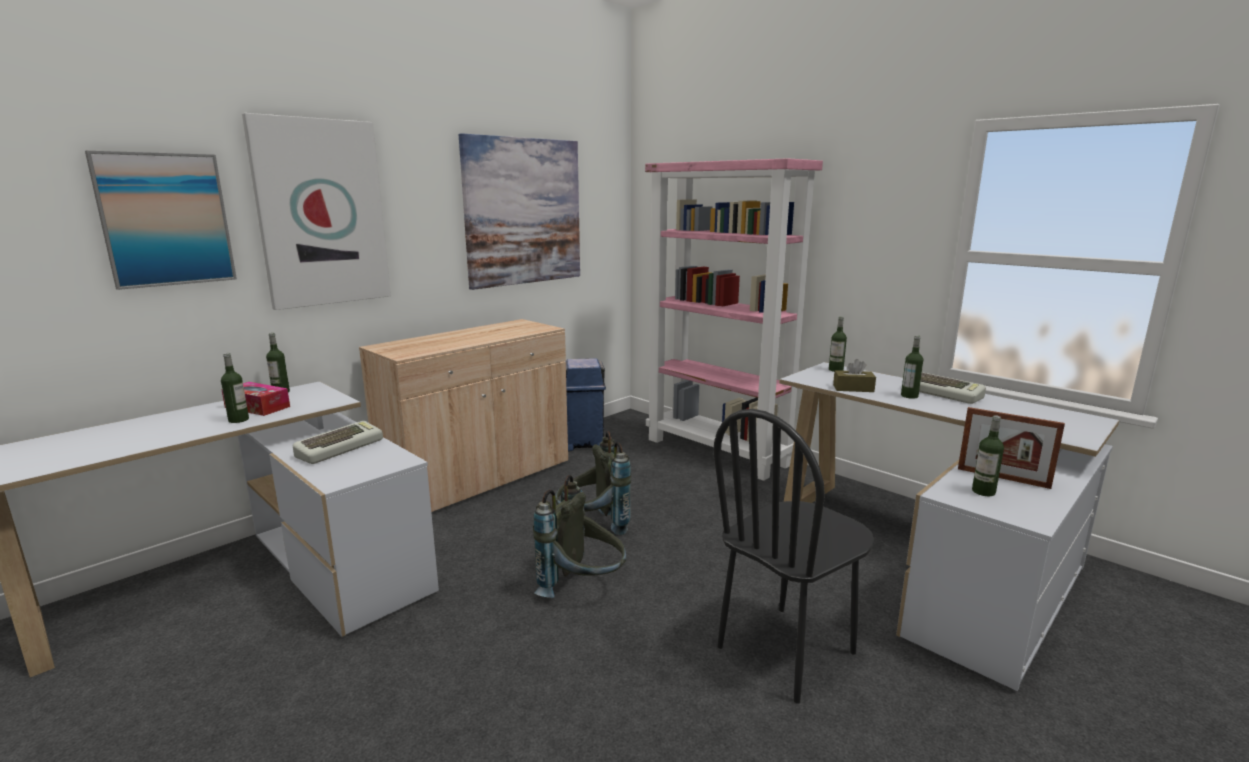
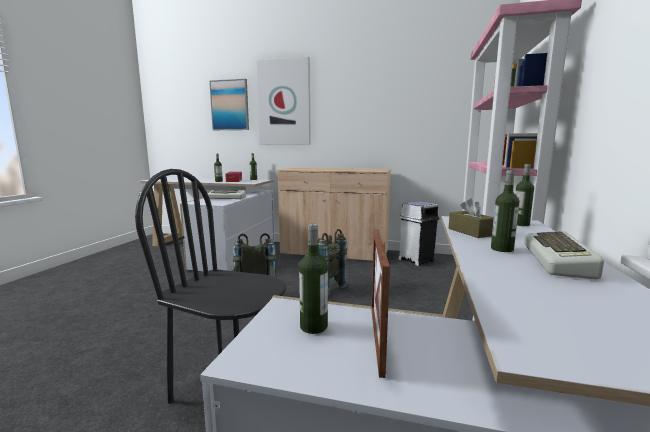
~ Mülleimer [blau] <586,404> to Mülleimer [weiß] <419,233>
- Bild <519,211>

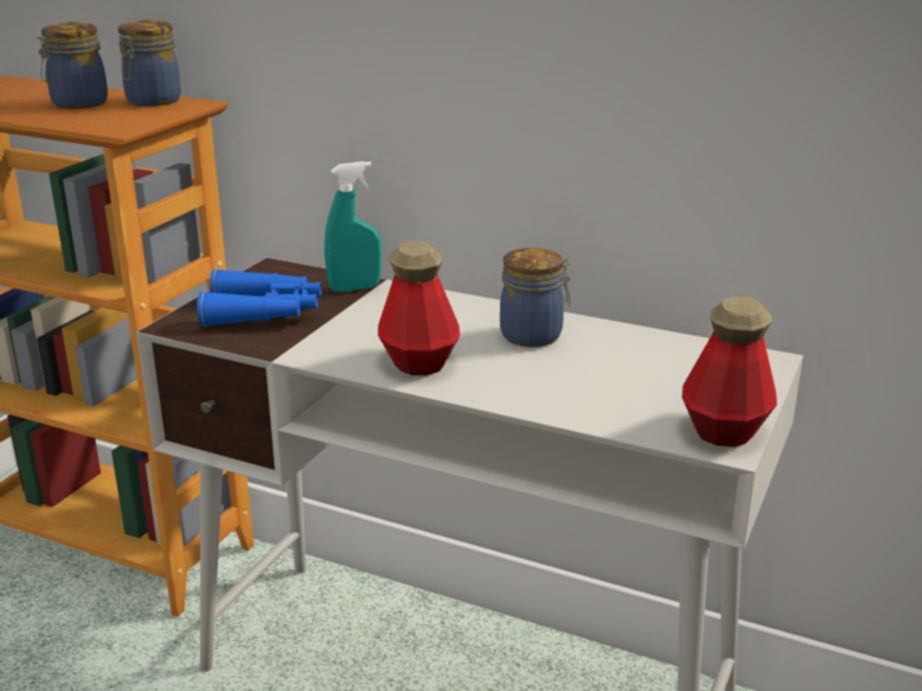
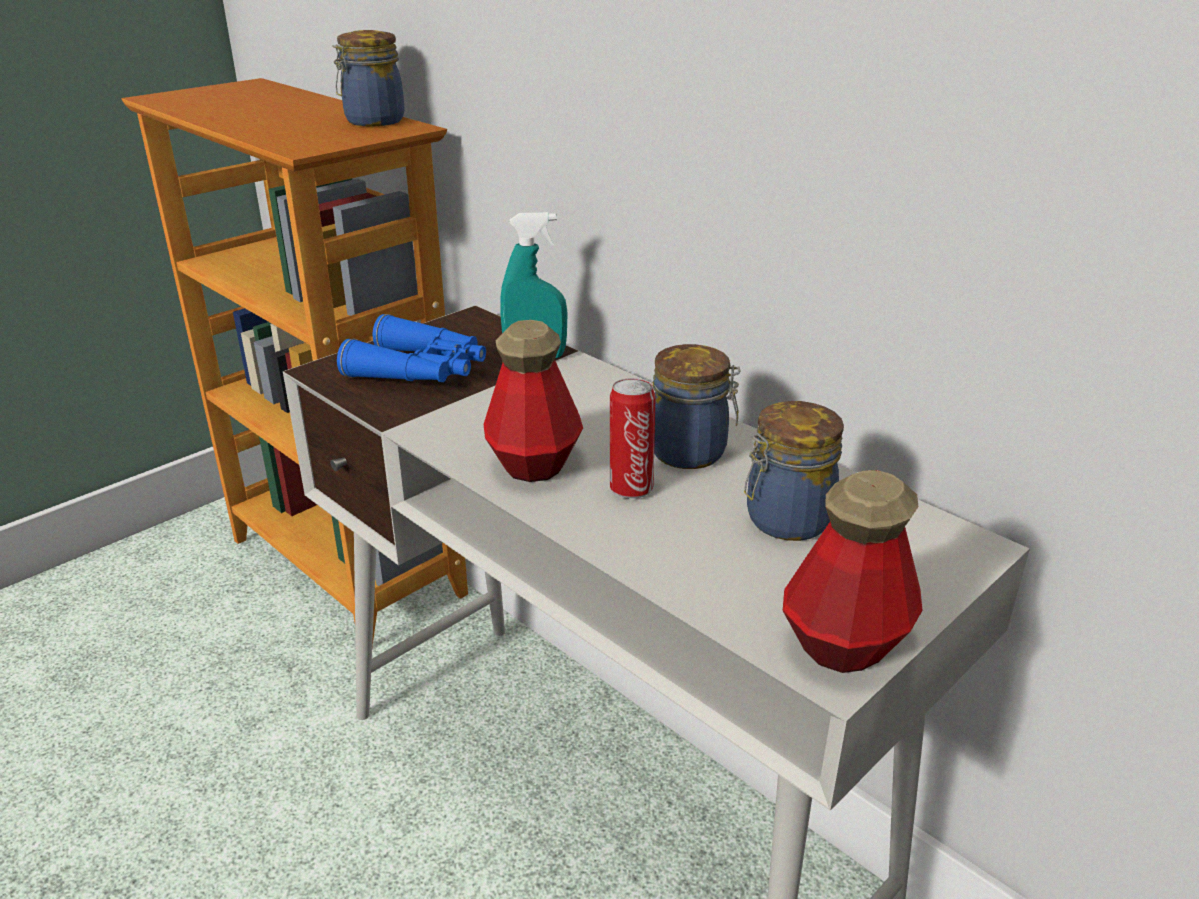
+ Dose <633,438>
~ Vorratsglas <72,65> to <794,471>

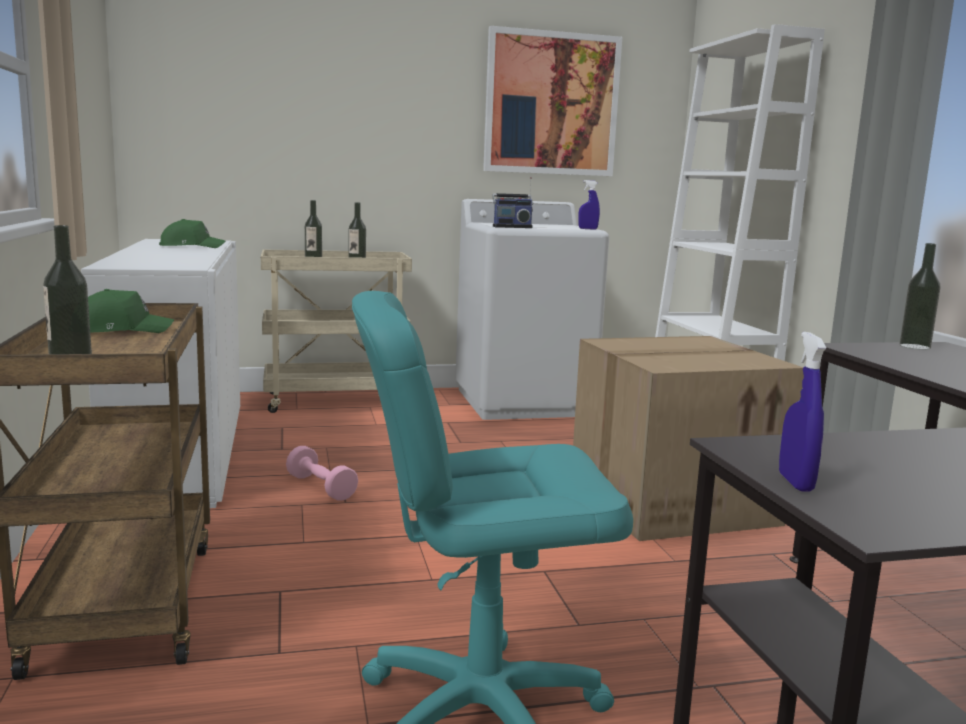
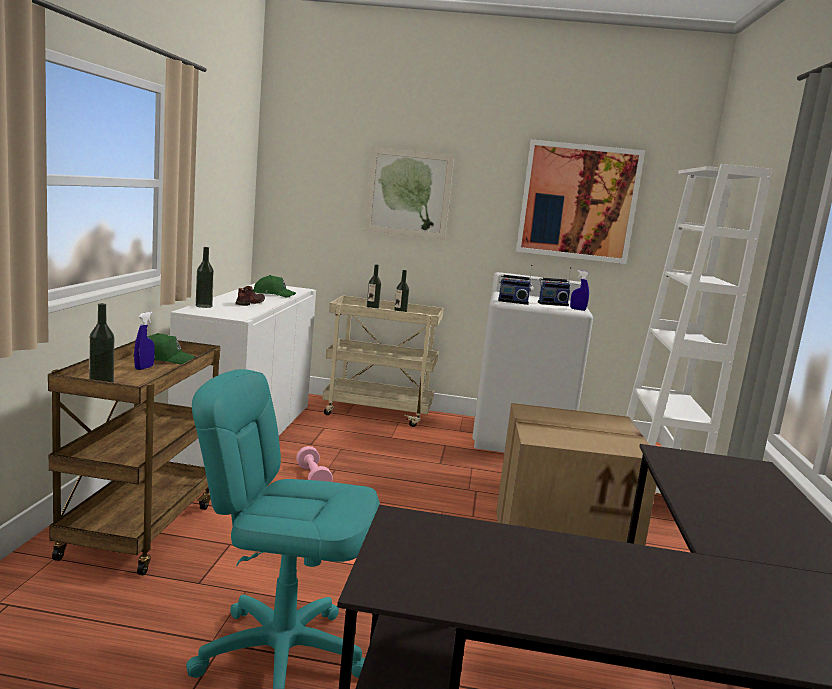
~ Sprühflasche [blau] <802,412> to <144,341>
~ Flasche <920,296> to <205,277>
+ Schuh [braun] <250,296>
+ Bild <409,193>
+ Radio <555,286>

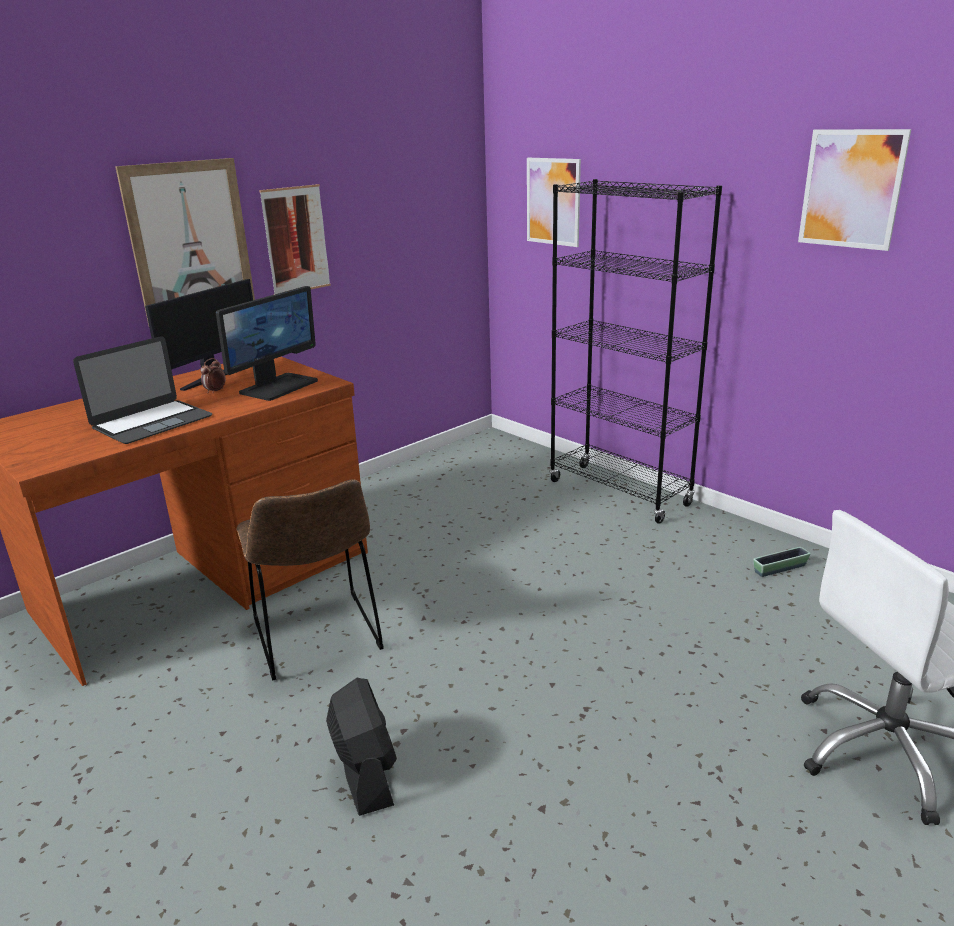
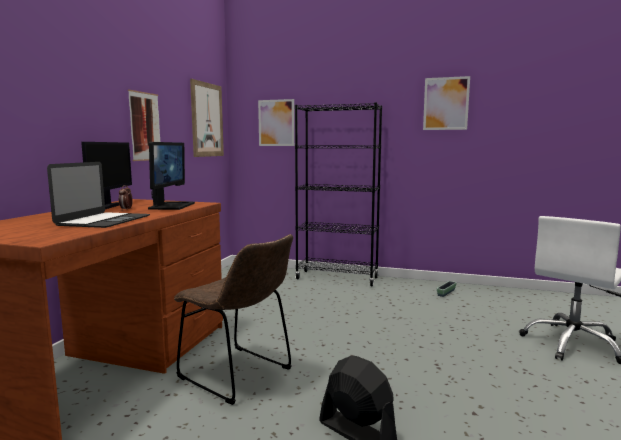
~ Bild <185,241> to <207,118>

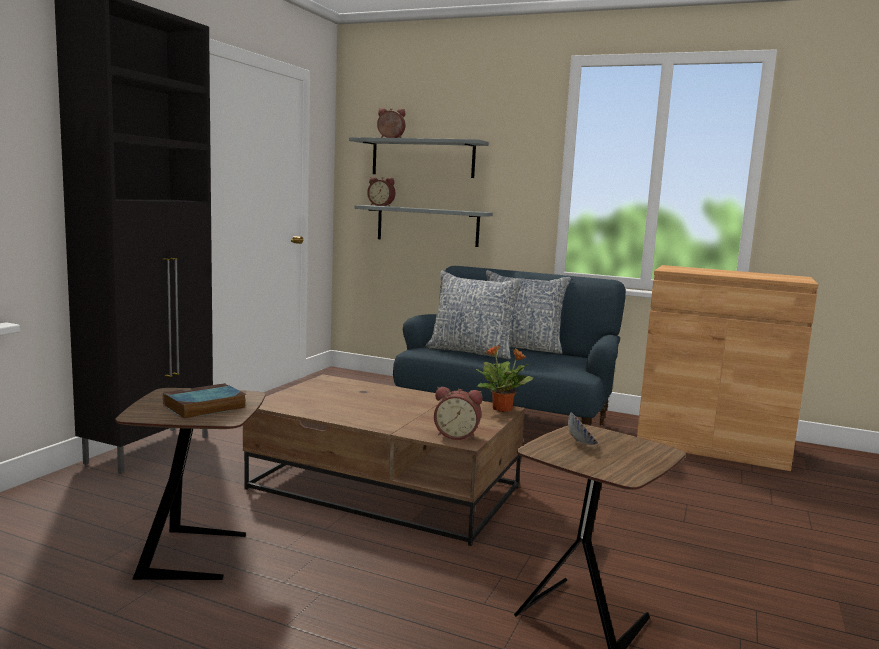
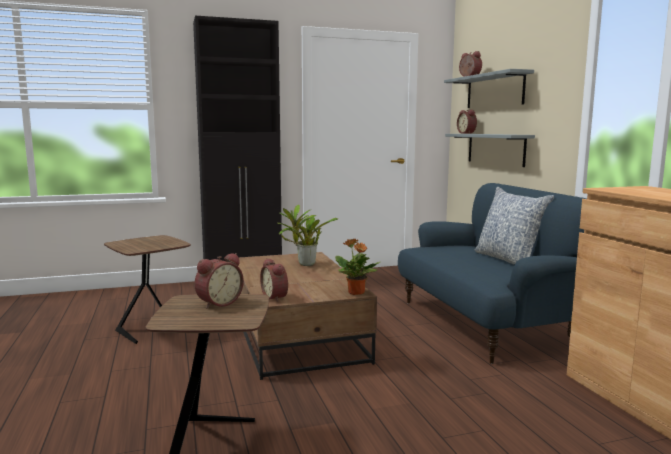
~ Schüssel <583,428> to Wecker <219,281>
+ Topfpflanze <308,235>
- Buch <205,401>
- Kissen <474,315>

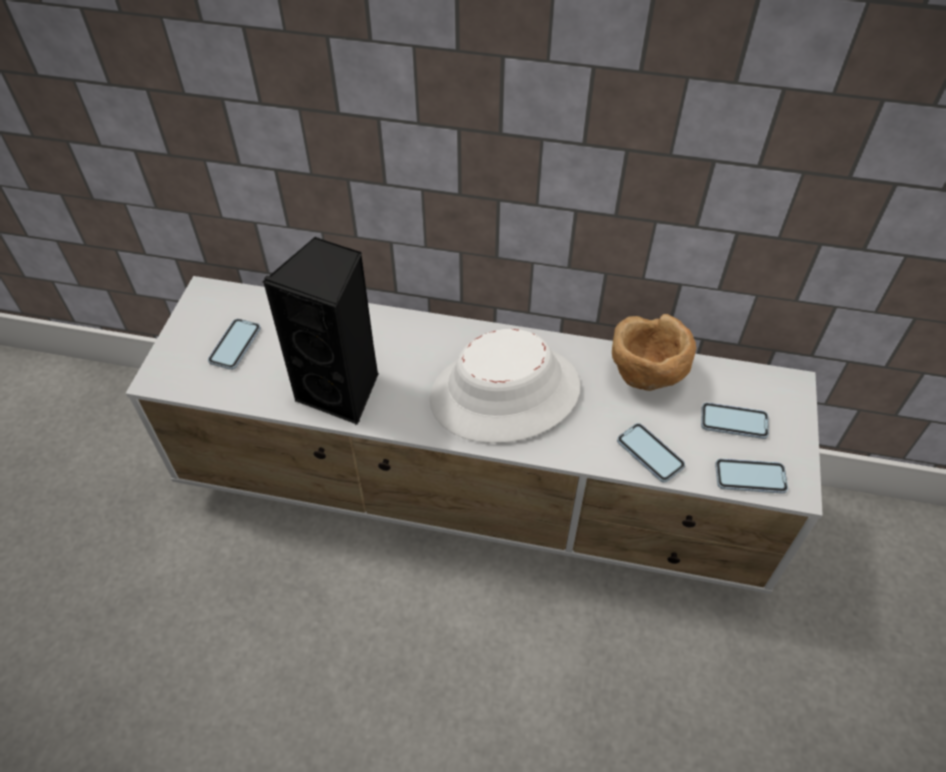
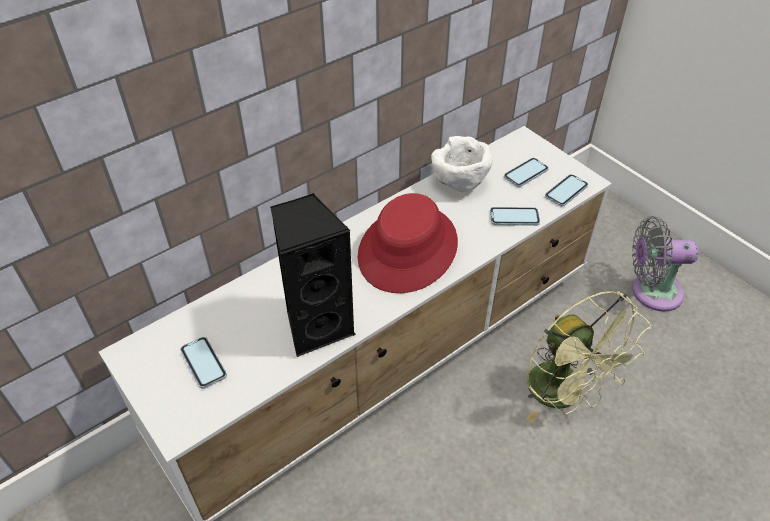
~ Hut [weiß] <505,386> to Hut [rot] <408,243>
~ Schüssel [braun] <654,352> to Schüssel [weiß] <462,164>
+ Ventilator [grün] <588,357>
+ Ventilator [grau] <665,264>

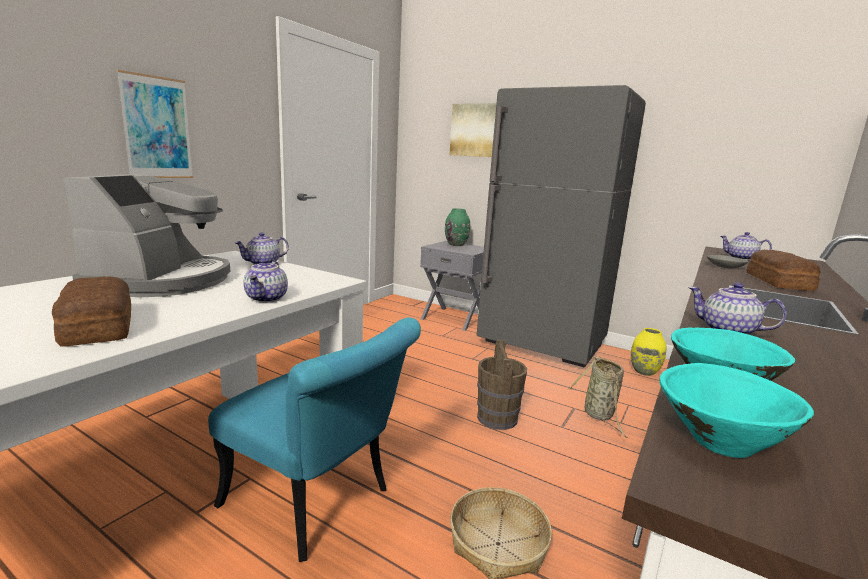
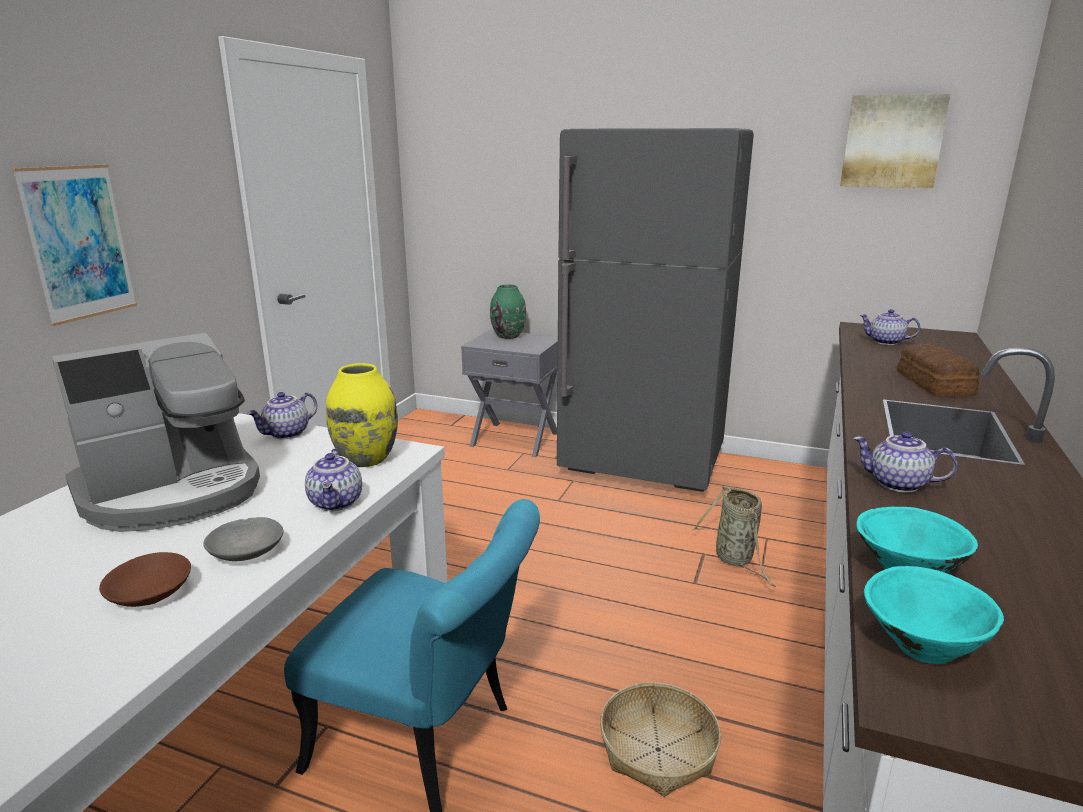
~ Kaffeemaschine <146,235> = <156,432> 60 degrees clockwise
~ Brot <91,311> to Schüssel [braun] <145,579>
~ Schüssel [grau] <727,262> to <243,539>
~ Vase [gelb] <649,352> to <362,415>
~ Bild <472,130> to <895,141>
- Eimer [braun] <502,384>

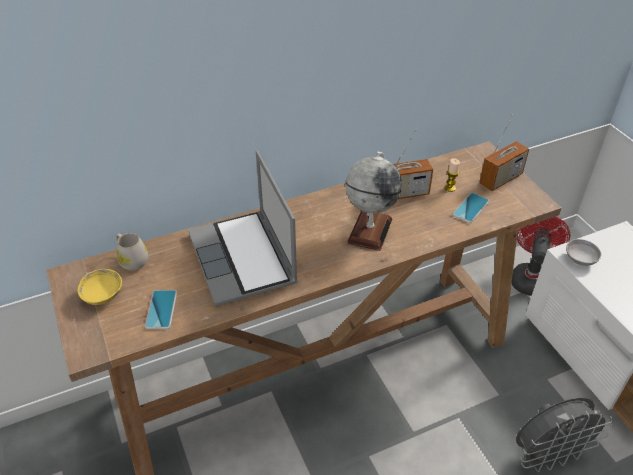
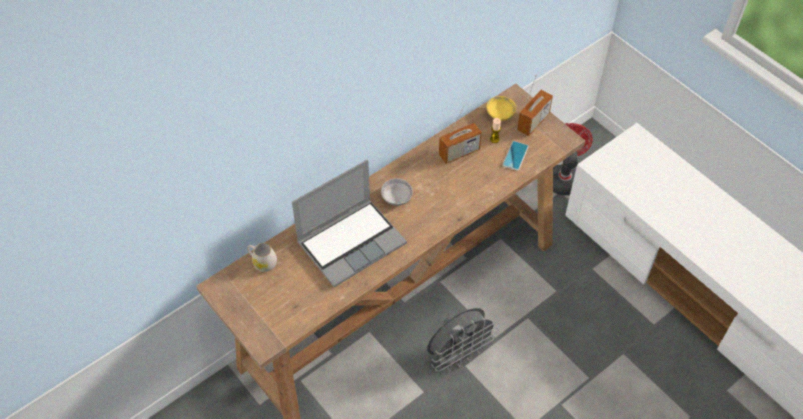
~ Laptop <243,228> = <349,223> 90 degrees counterclockwise
~ Schüssel [grau] <584,252> to <397,192>
~ Ventilator [grau] <564,434> to <463,340>
~ Schüssel [gelb] <99,287> to <501,108>
- Handy <161,309>
- Globus <373,201>

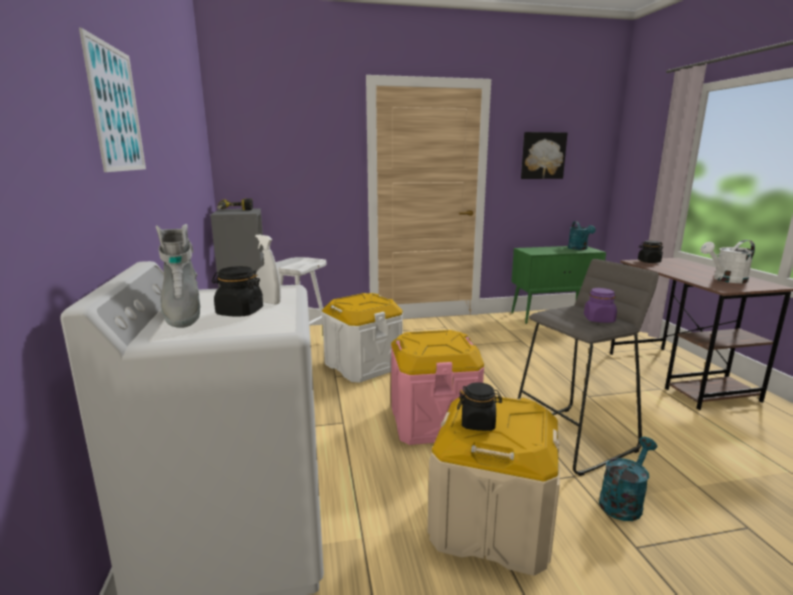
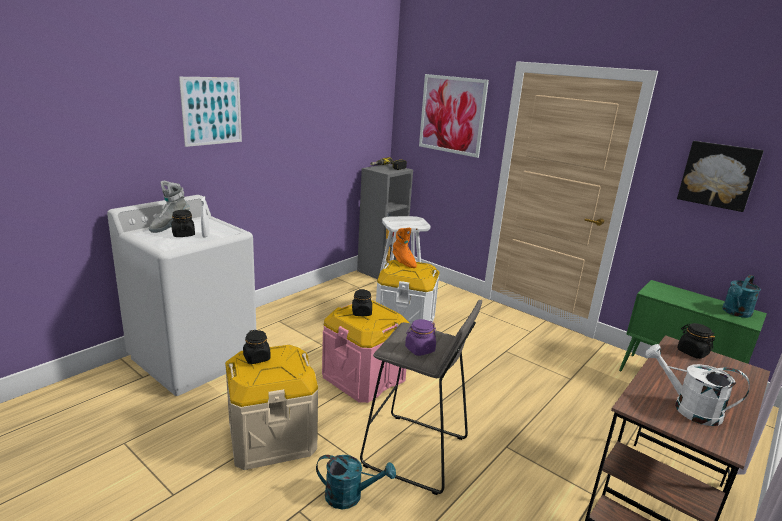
+ Vorratsglas [schwarz] <362,302>
+ Stiefel [orange] <405,248>
+ Bild <454,116>

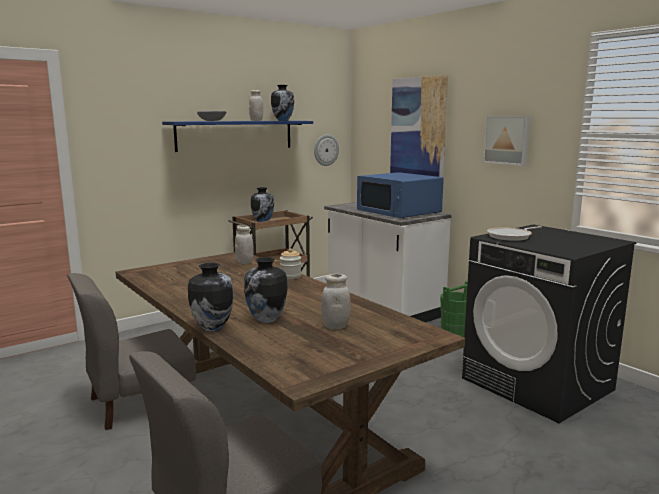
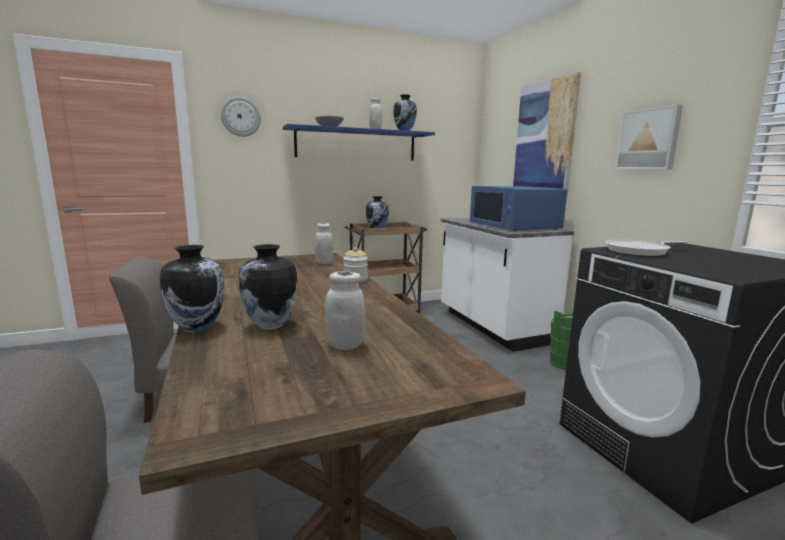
~ Wanduhr <326,150> to <241,116>

